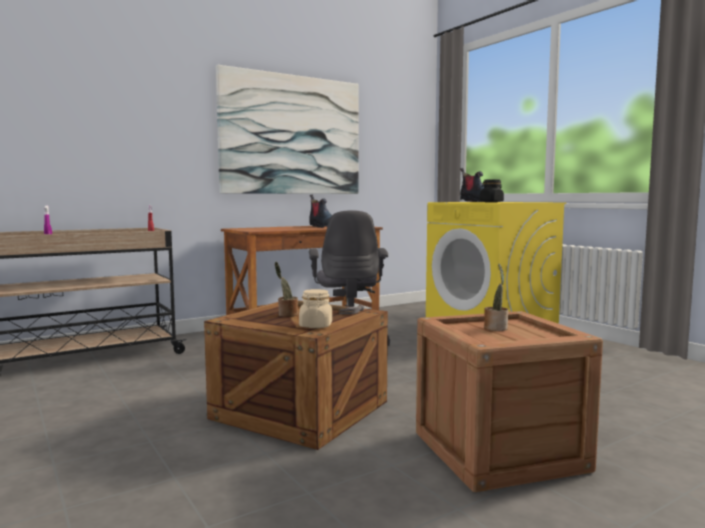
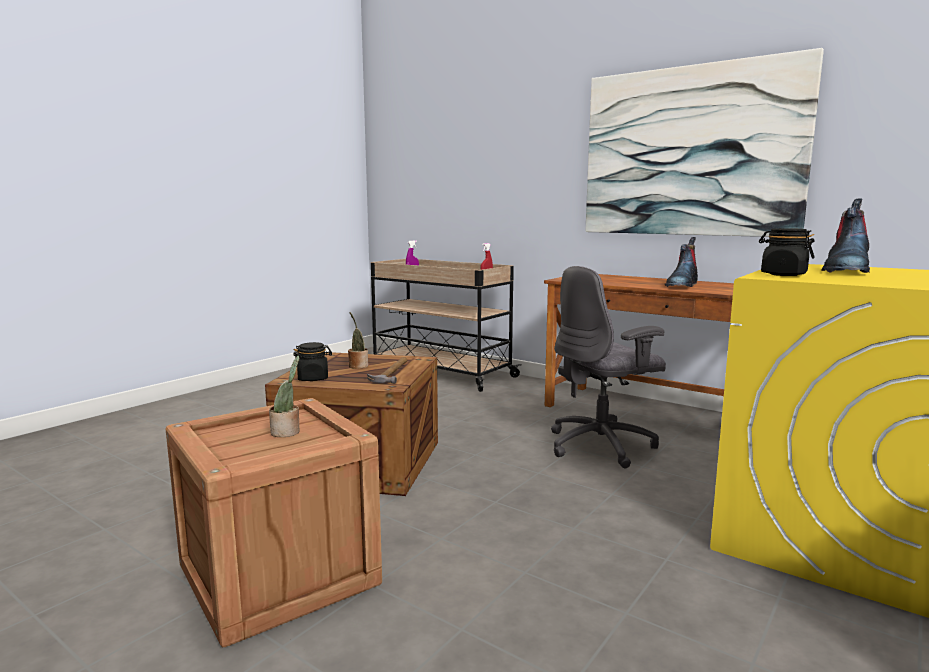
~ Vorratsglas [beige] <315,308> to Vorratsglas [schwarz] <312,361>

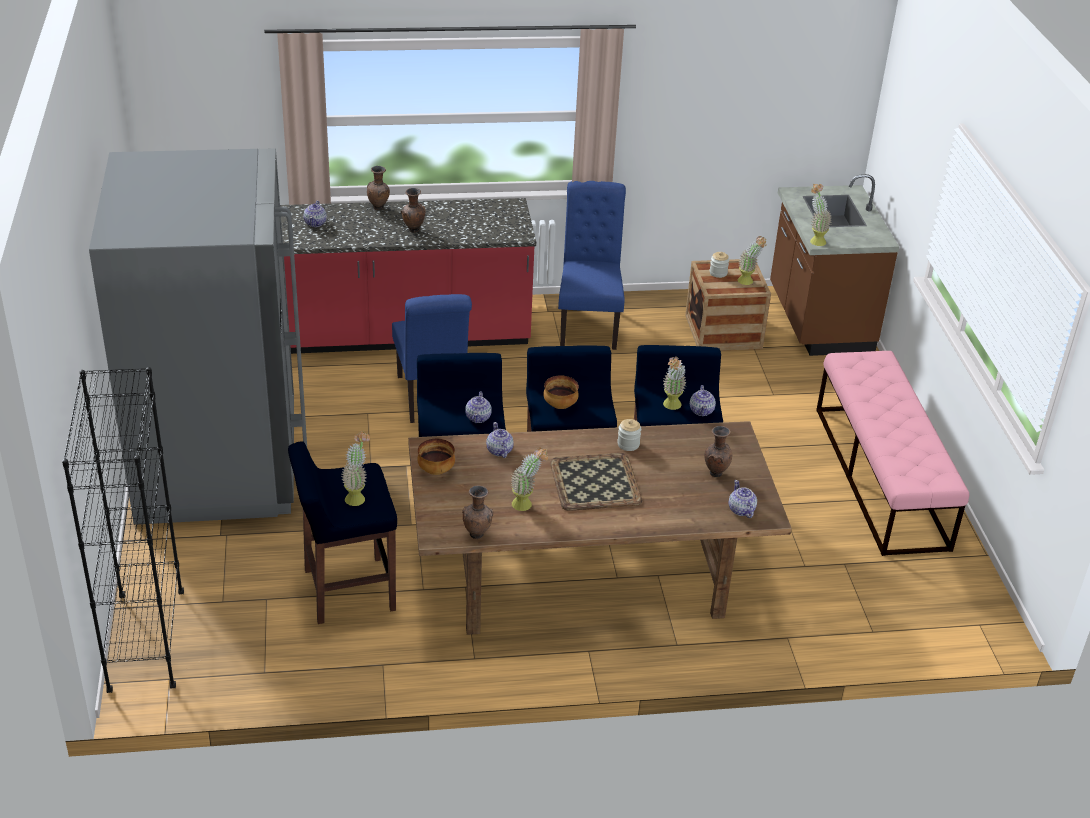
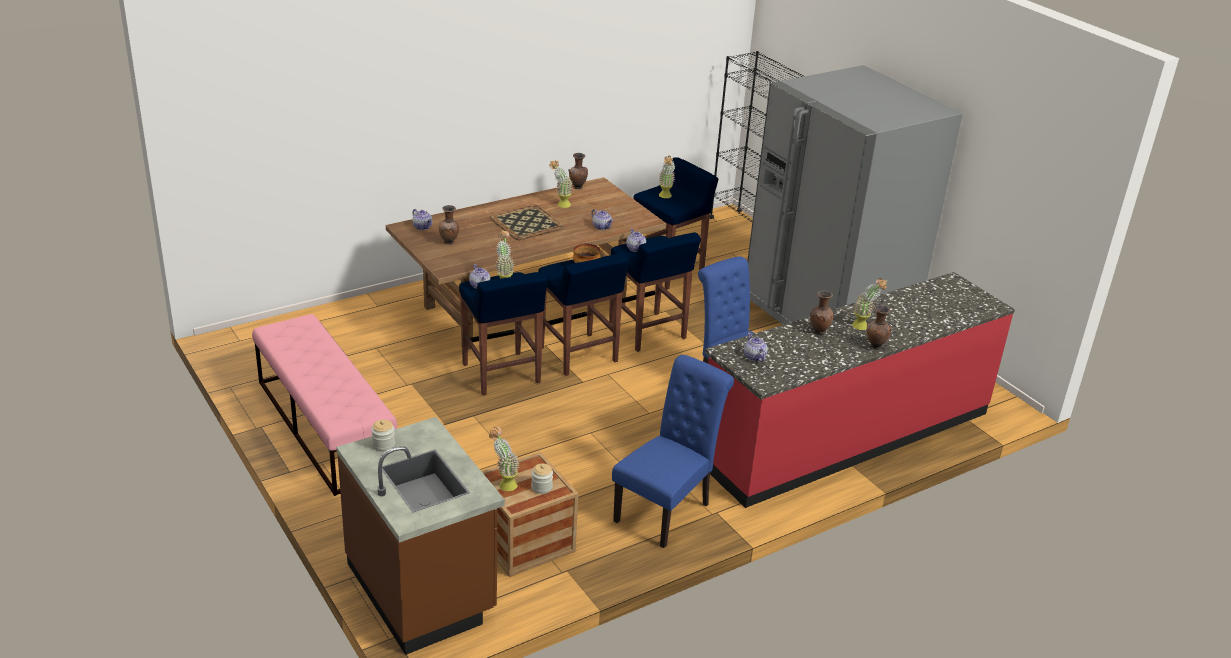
~ Vorratsglas <629,435> to <383,435>
~ Stuhl [blau] <592,265> = <673,451> 120 degrees counterclockwise
~ Teekanne <315,214> to <756,347>
~ Topfpflanze <820,215> to <869,304>
- Schüssel <436,457>

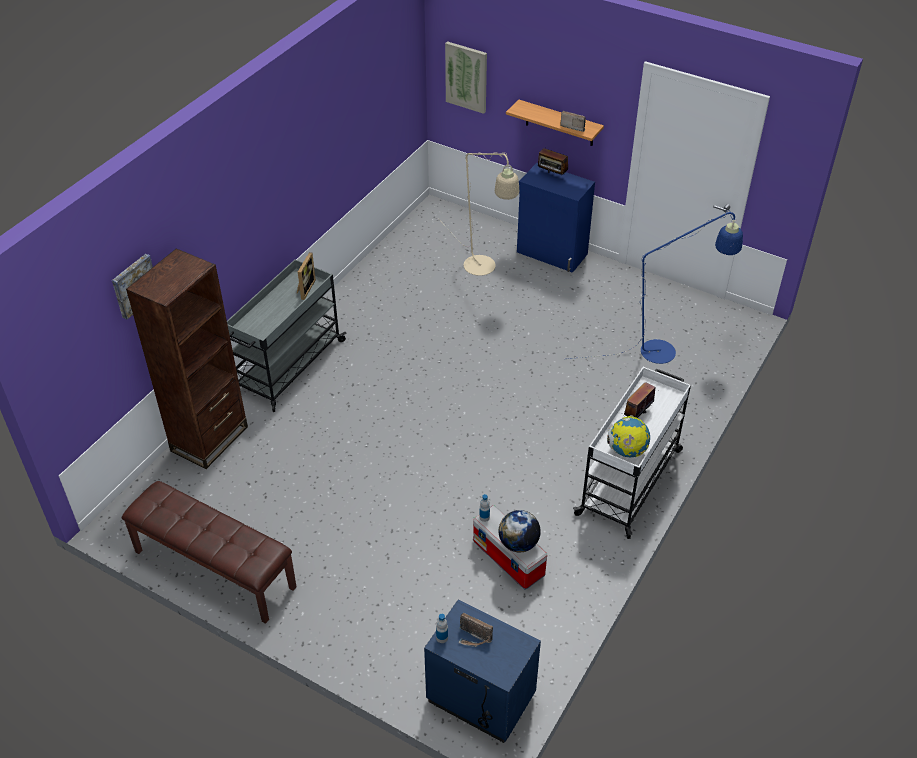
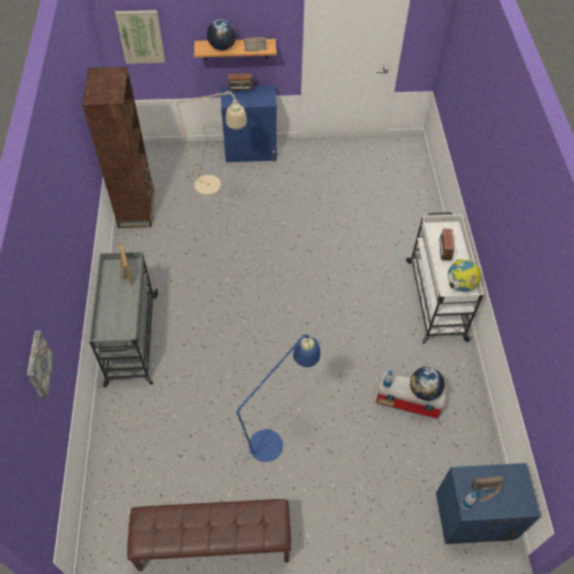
~ Bücherregal [braun] <187,358> to <118,147>
~ Stehlampe [blau] <655,287> to <256,419>
+ Globus <221,35>

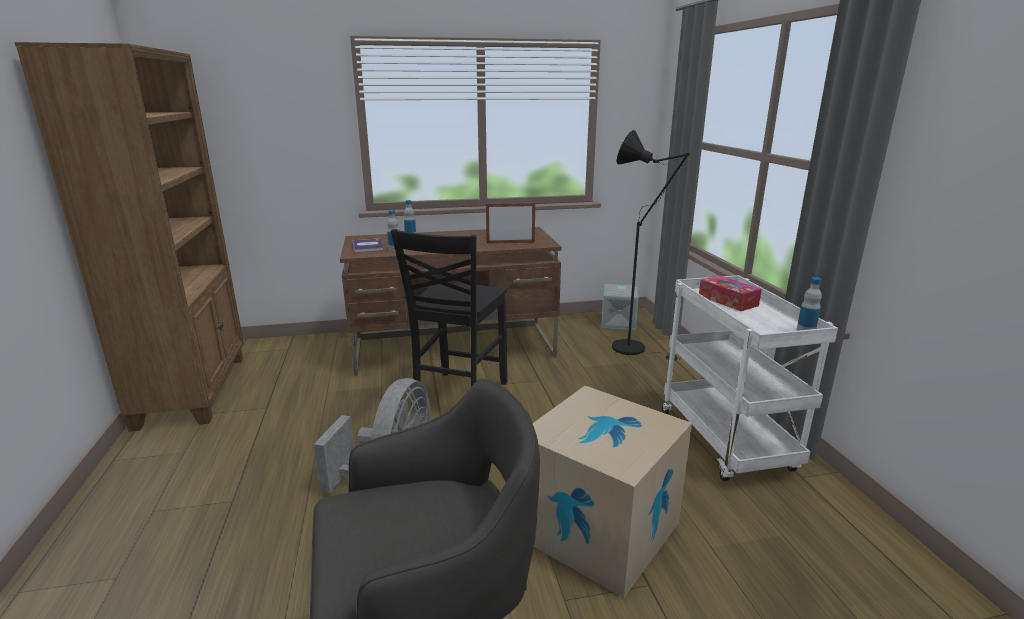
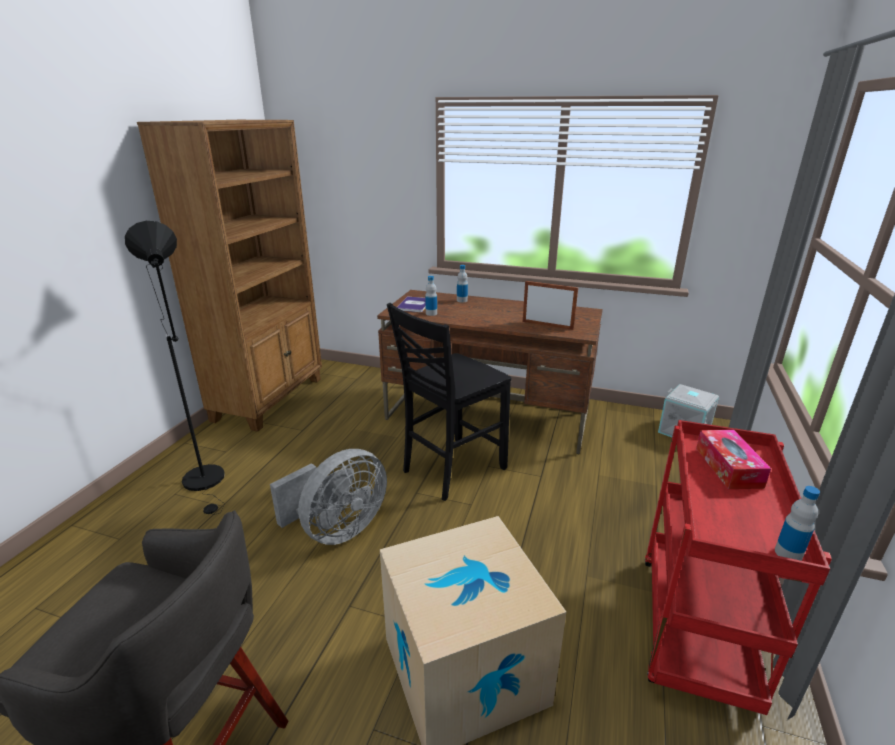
~ Stehlampe [schwarz] <651,245> to <175,368>
~ Rollwagen [weiß] <750,378> to Rollwagen [rot] <738,567>

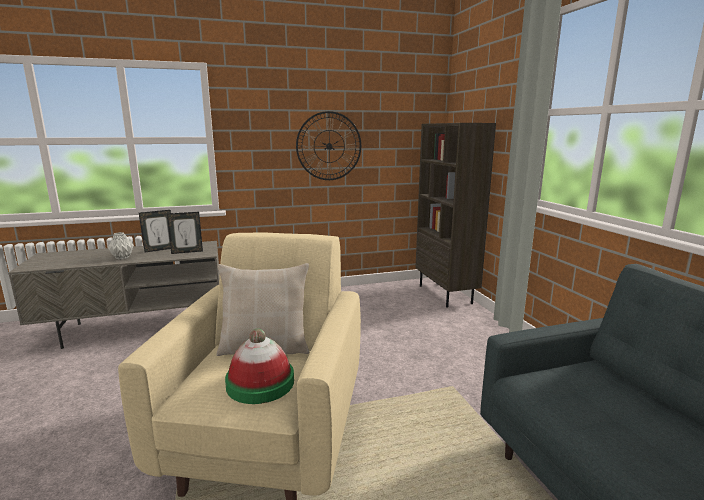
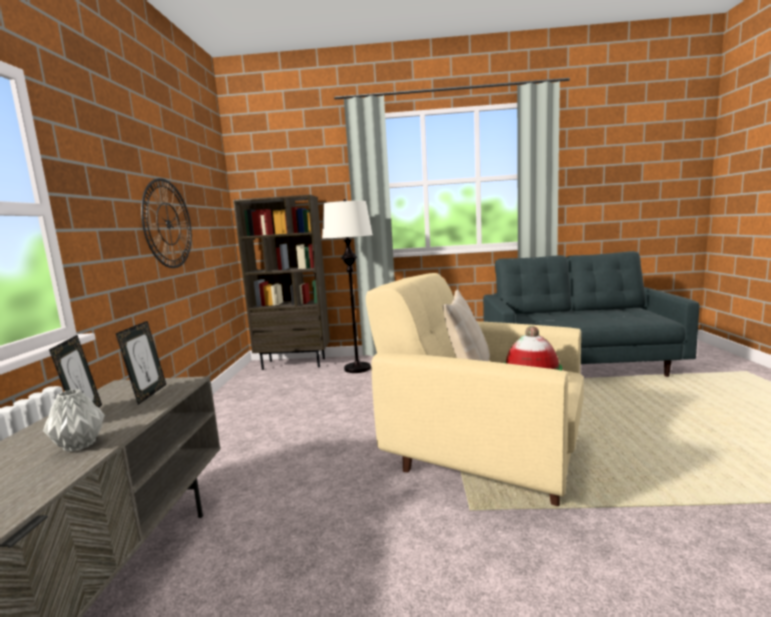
+ Stehlampe [weiß] <347,286>

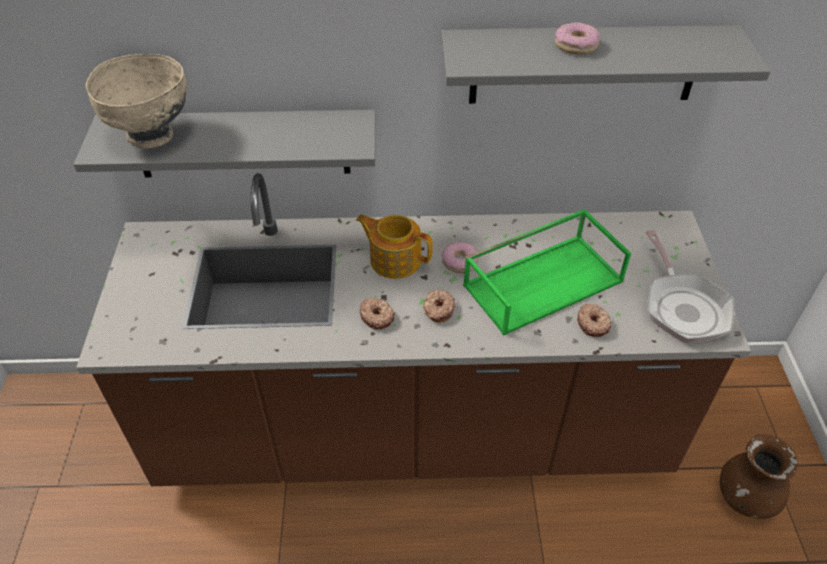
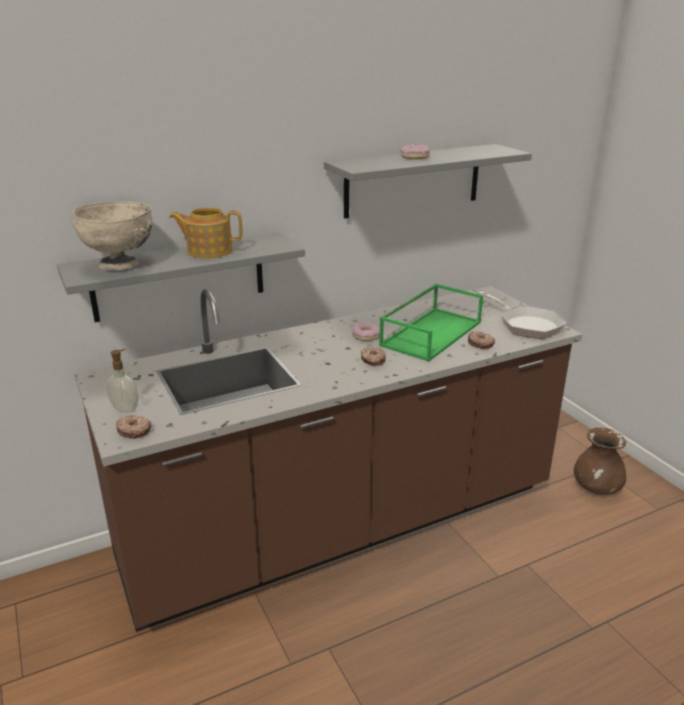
+ Seifenspender <122,381>
~ Donut <377,313> to <134,427>
~ Teekanne <394,247> to <205,232>

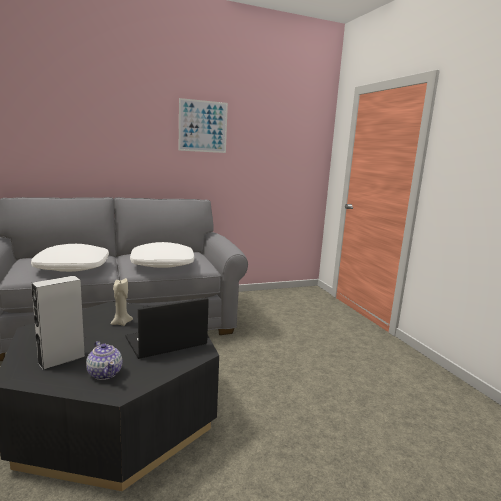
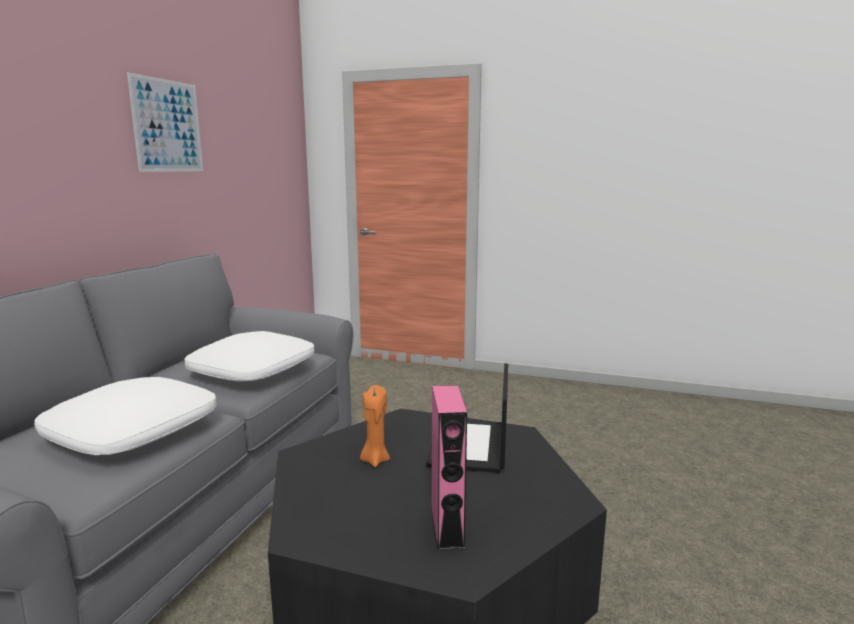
~ Kerze [beige] <122,302> to Kerze [orange] <375,426>
~ Lautsprecher [grau] <58,322> to Lautsprecher [rosa] <449,467>
- Teekanne <104,360>

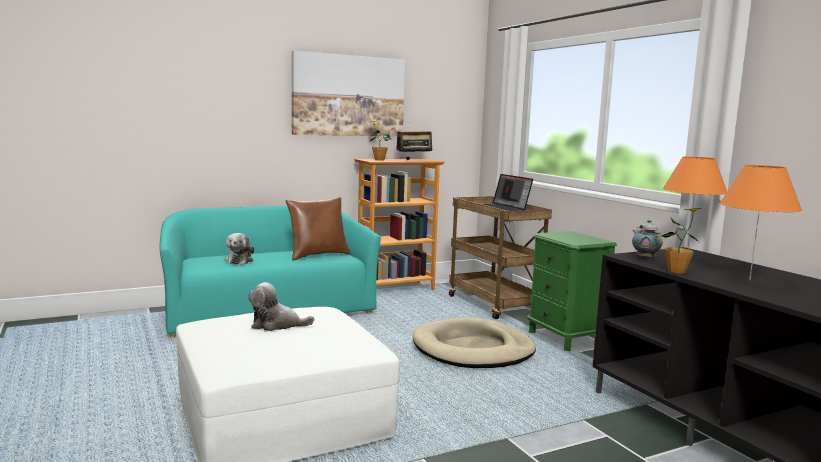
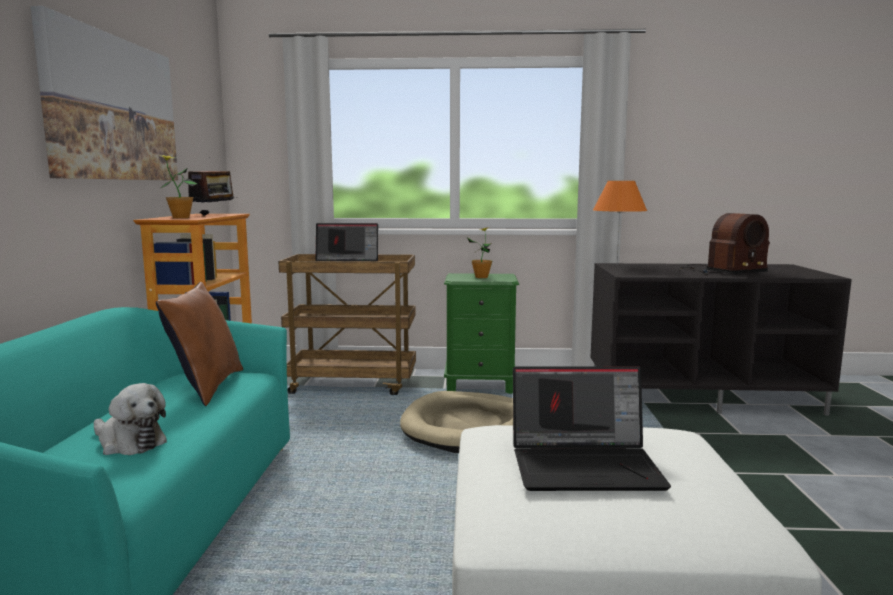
~ Topfpflanze <682,241> to <479,252>
~ Plüschtier <281,306> to Laptop <592,428>
~ Tischlampe [orange] <760,222> to Radio <725,243>
- Teekanne <647,239>

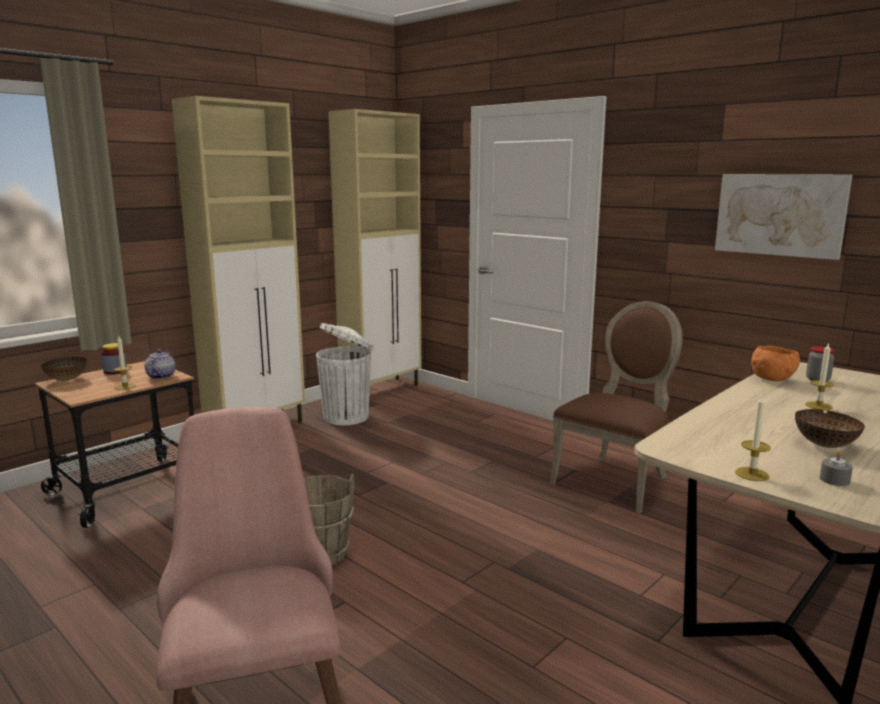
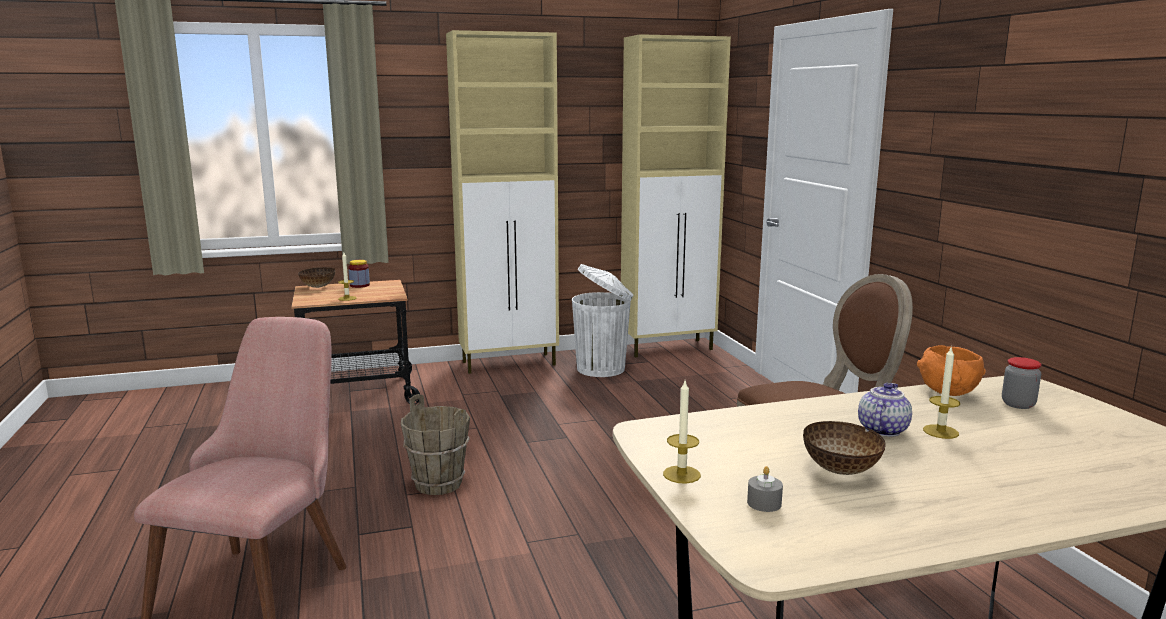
~ Teekanne <160,364> to <885,410>
- Bild <784,217>

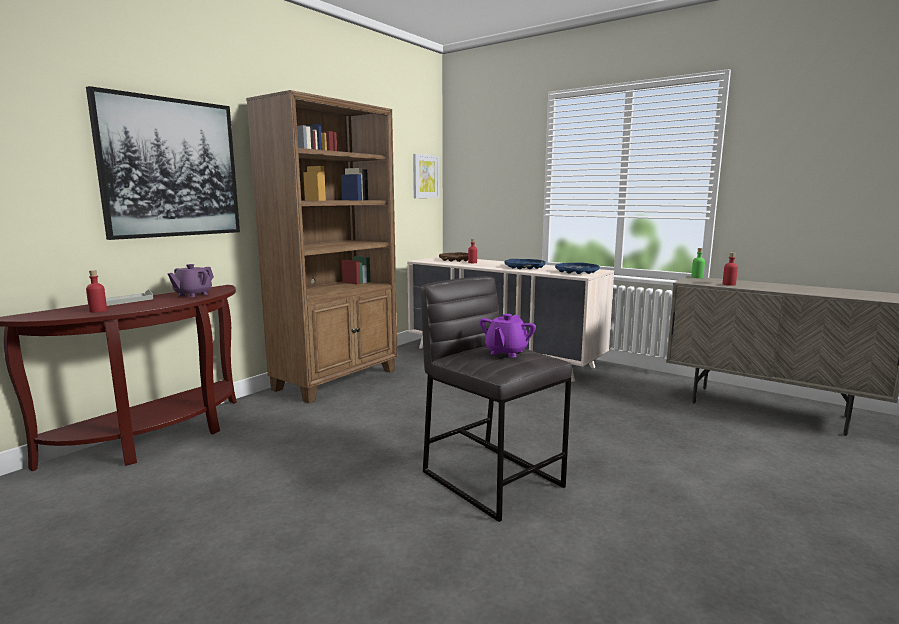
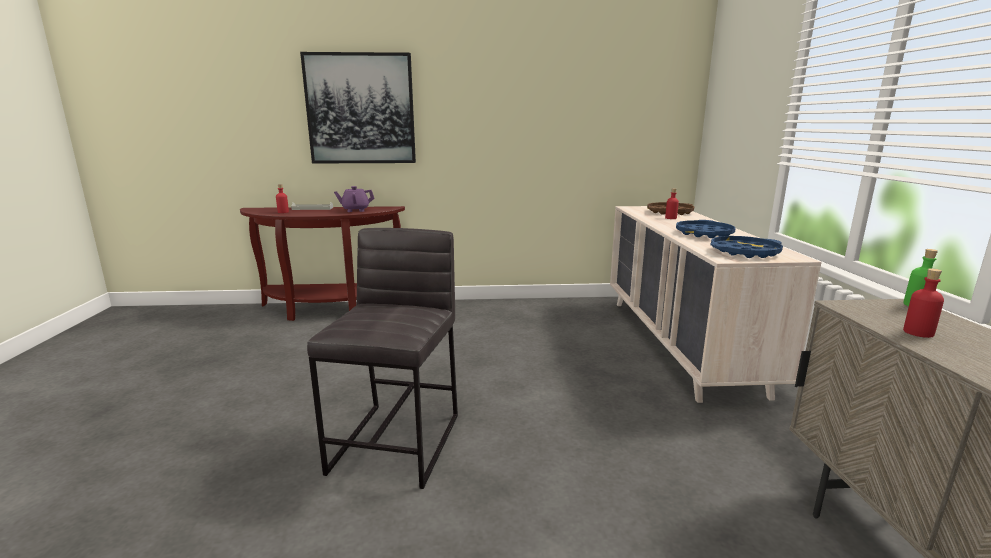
- Bücherregal [braun] <322,246>
- Bild <426,176>
- Teekanne [lila] <508,335>

